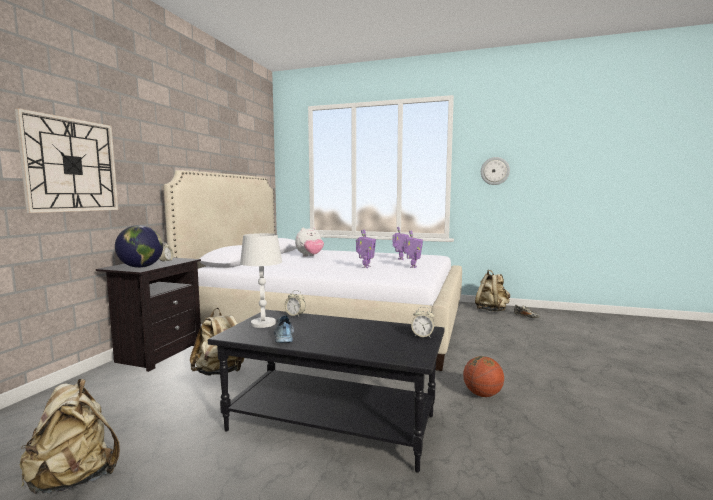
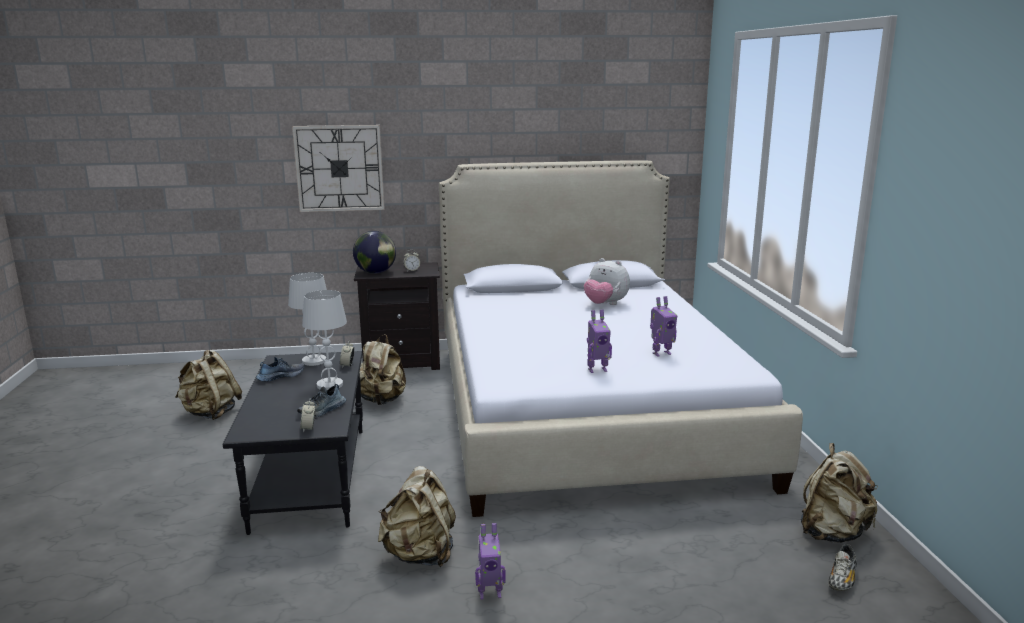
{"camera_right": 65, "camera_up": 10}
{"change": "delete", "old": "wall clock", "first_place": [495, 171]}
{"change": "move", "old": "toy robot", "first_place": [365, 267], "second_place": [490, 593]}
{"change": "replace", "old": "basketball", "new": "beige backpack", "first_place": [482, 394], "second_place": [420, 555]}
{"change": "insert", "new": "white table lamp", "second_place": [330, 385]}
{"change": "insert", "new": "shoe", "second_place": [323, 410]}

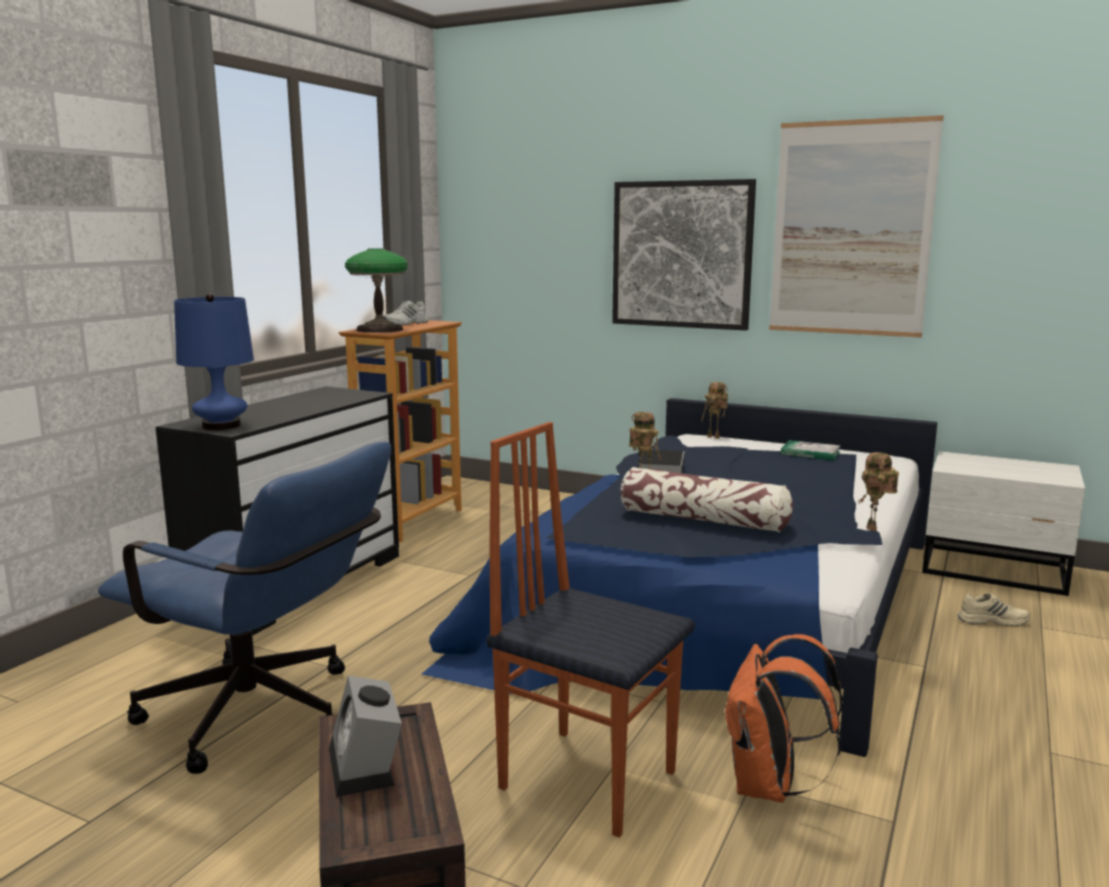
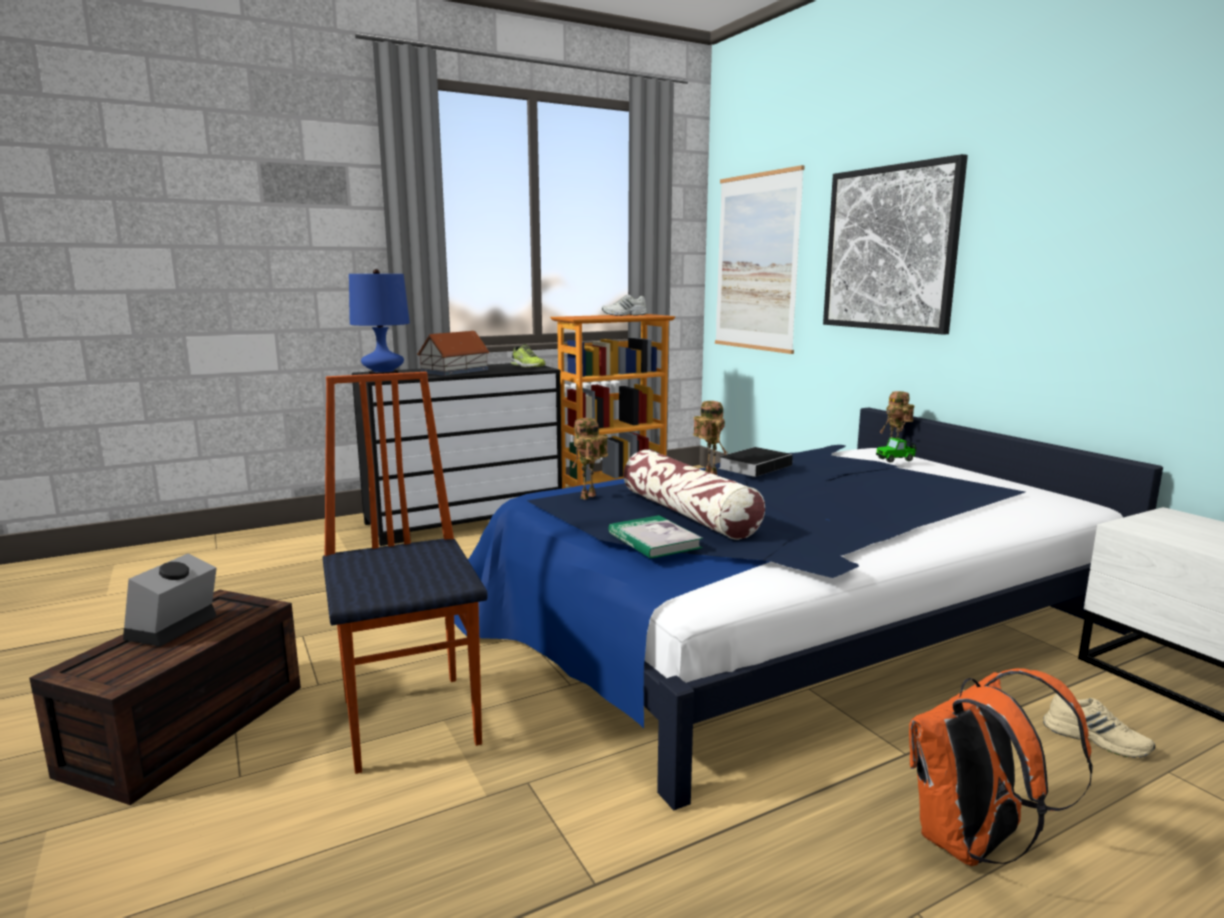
{"camera_right": 35, "camera_up": 0}
{"change": "move", "old": "picture", "first_place": [851, 229], "second_place": [756, 263]}
{"change": "delete", "old": "table lamp", "first_place": [379, 330]}
{"change": "move", "old": "book", "first_place": [810, 453], "second_place": [654, 540]}
{"change": "delete", "old": "blue office chair", "first_place": [264, 717]}
{"change": "move", "old": "toy robot", "first_place": [874, 531], "second_place": [589, 497]}
{"change": "move", "old": "orange backpack", "first_place": [769, 787], "second_place": [972, 844]}
{"change": "insert", "new": "toy house", "second_place": [455, 371]}
{"change": "insert", "new": "shoe", "second_place": [527, 366]}
{"change": "insert", "new": "toy car", "second_place": [896, 459]}

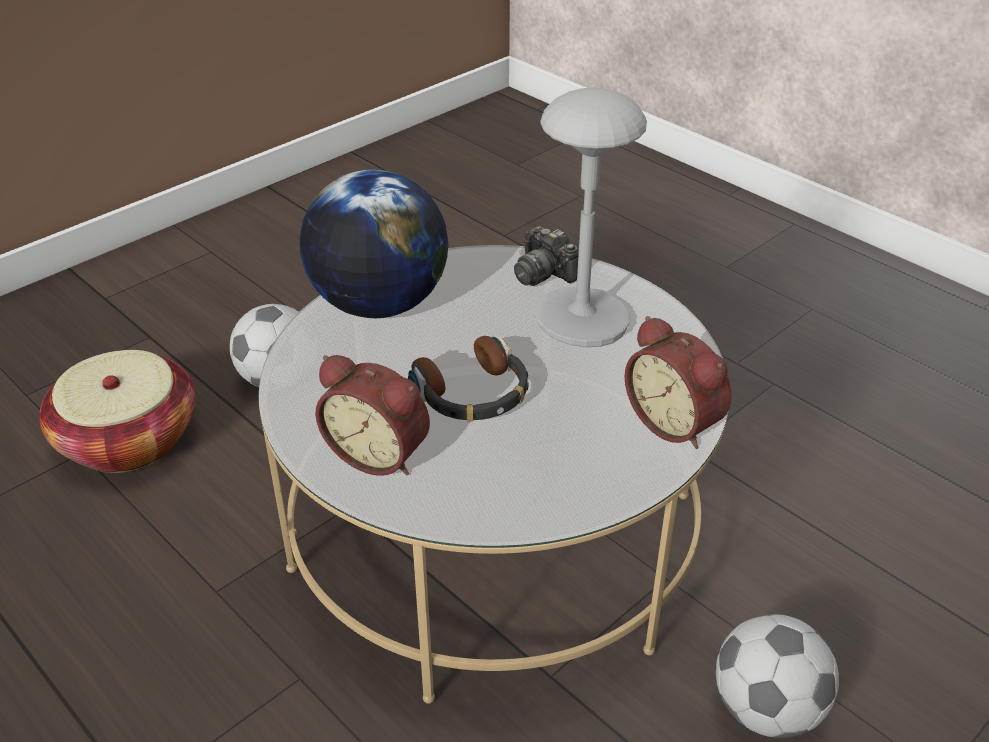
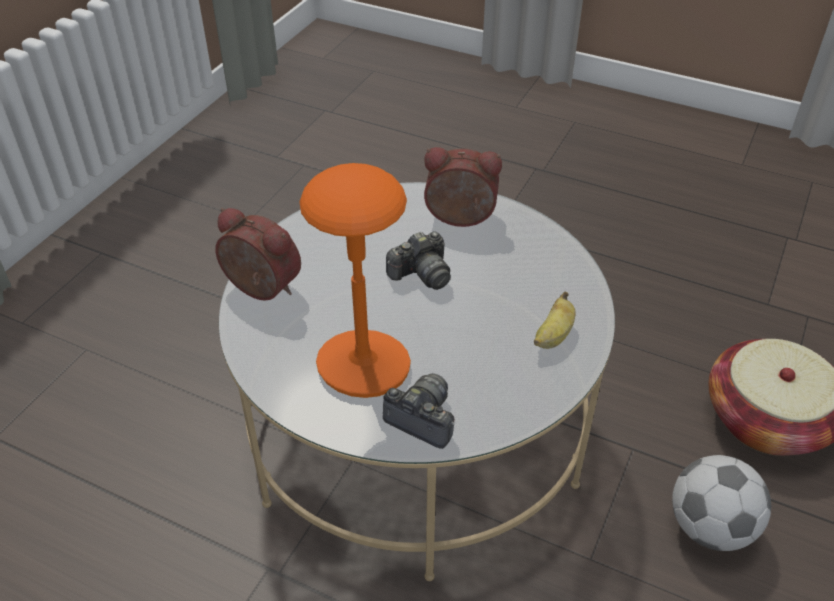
{"camera_right": 160, "camera_up": 5}
{"change": "recolor", "old": "grey table lamp", "new": "orange table lamp", "first_place": [581, 321], "second_place": [363, 367]}
{"change": "replace", "old": "globe", "new": "banana", "first_place": [378, 305], "second_place": [553, 336]}
{"change": "replace", "old": "headphones", "new": "photo camera", "first_place": [473, 394], "second_place": [421, 274]}
{"change": "delete", "old": "football", "first_place": [767, 709]}

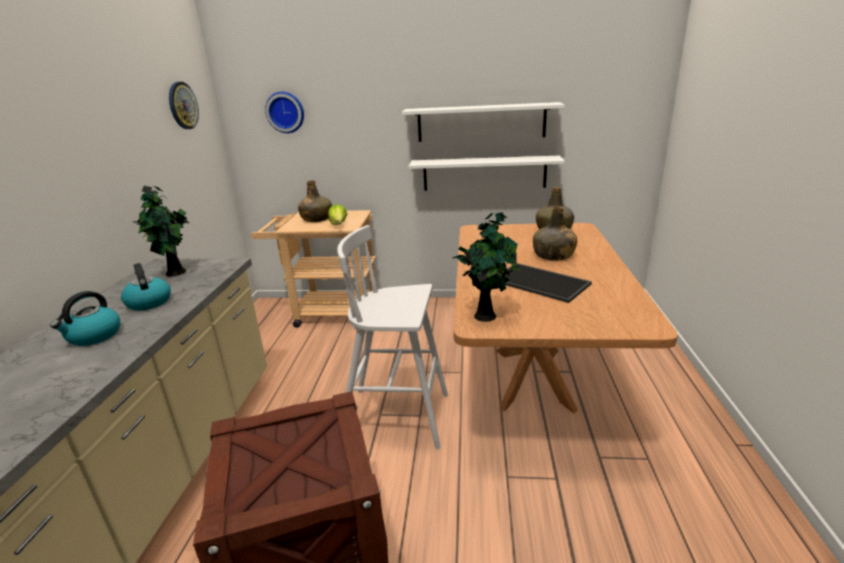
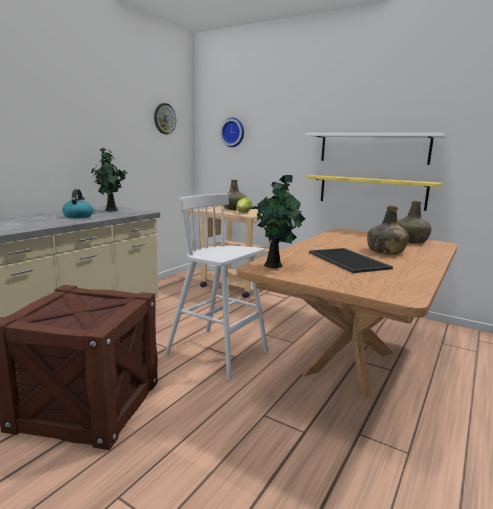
{"camera_right": 25, "camera_up": -10}
{"change": "recolor", "old": "white shelf", "new": "yellow shelf", "first_place": [484, 173], "second_place": [371, 192]}
{"change": "delete", "old": "kettle", "first_place": [94, 336]}

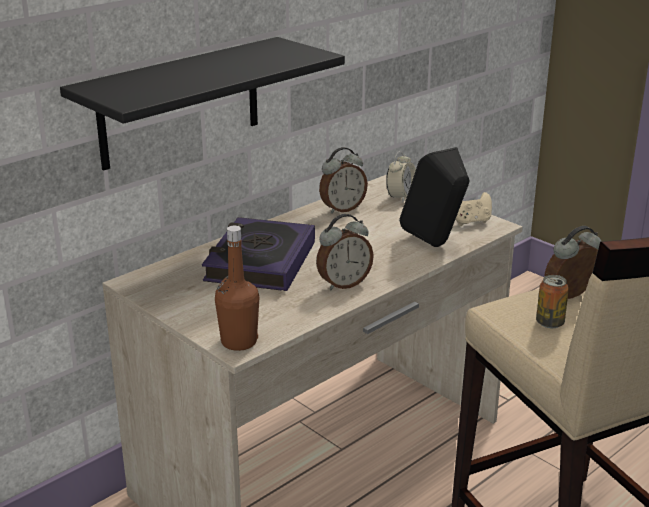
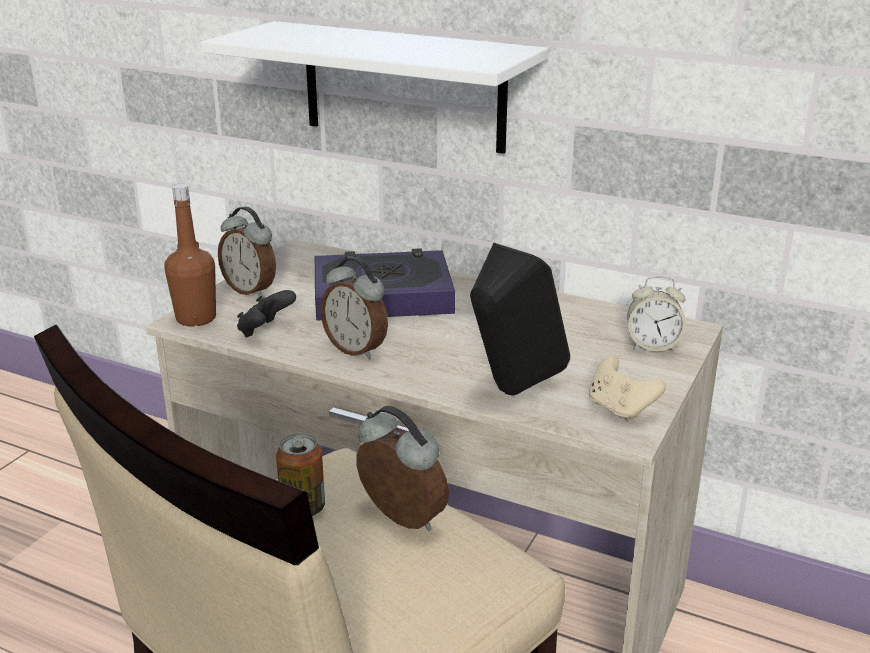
{"camera_right": 70, "camera_up": 0}
{"change": "recolor", "old": "black shelf", "new": "white shelf", "first_place": [180, 103], "second_place": [403, 87]}
{"change": "move", "old": "alarm clock", "first_place": [342, 209], "second_place": [251, 290]}
{"change": "insert", "new": "black game controller", "second_place": [265, 331]}

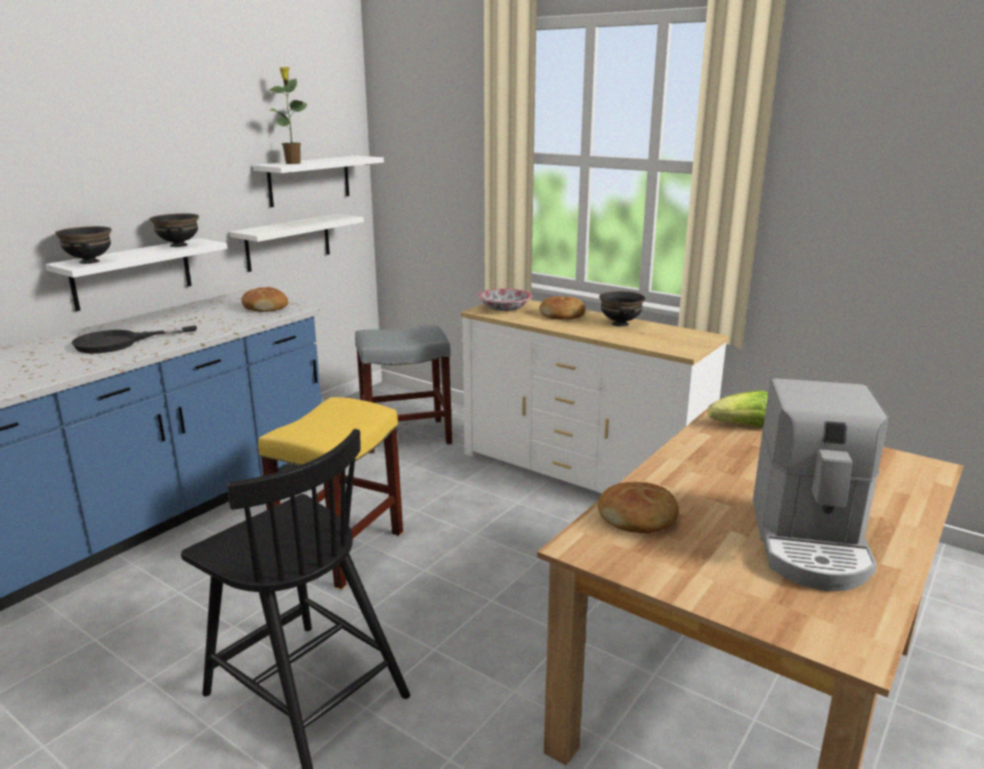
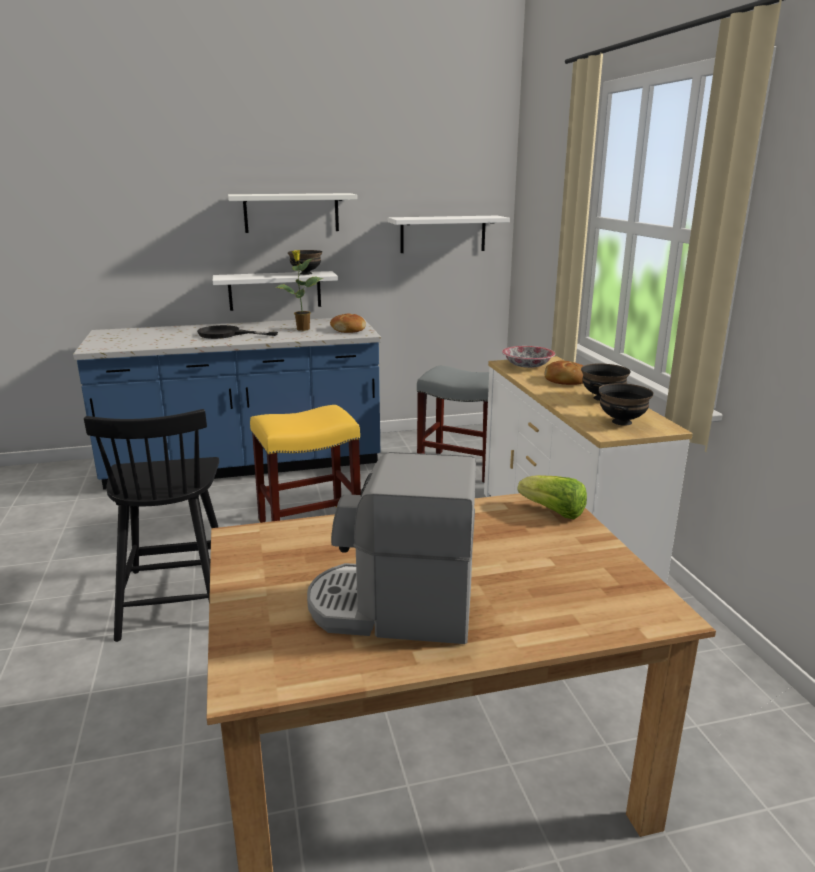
{"camera_right": 40, "camera_up": 0}
{"change": "move", "old": "potted plant", "first_place": [293, 163], "second_place": [302, 329]}
{"change": "move", "old": "white shelf", "first_place": [288, 242], "second_place": [291, 213]}
{"change": "move", "old": "black bowl", "first_place": [89, 262], "second_place": [621, 422]}
{"change": "rotate", "old": "coffee machine", "first_place": [809, 542], "second_place": [392, 609], "degrees": 45}
{"change": "delete", "old": "bread", "first_place": [638, 518]}

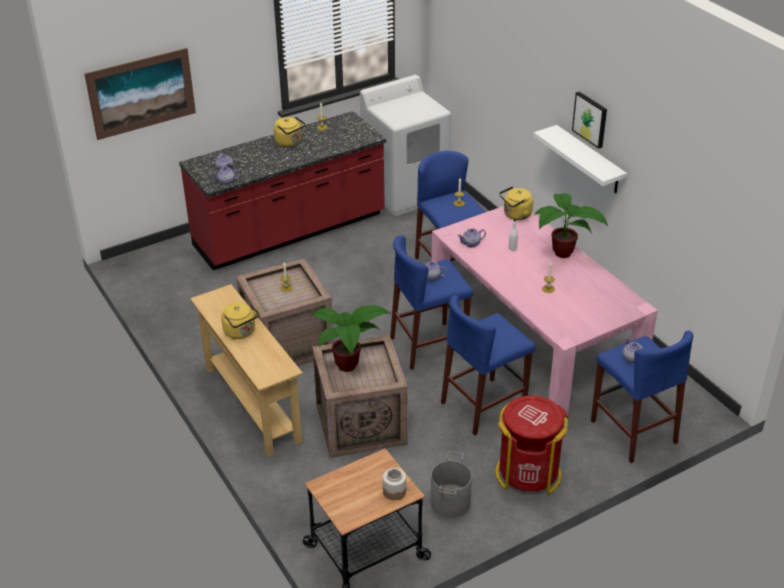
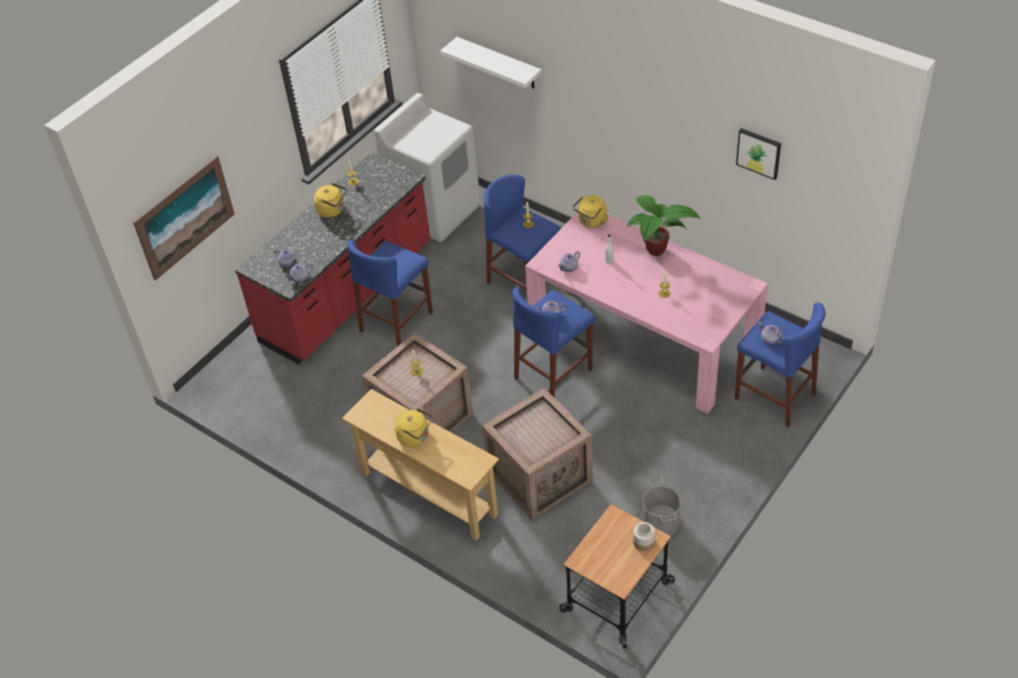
{"camera_right": -20, "camera_up": 10}
{"change": "move", "old": "picture", "first_place": [590, 119], "second_place": [759, 152]}
{"change": "move", "old": "white shelf", "first_place": [589, 160], "second_place": [499, 63]}
{"change": "move", "old": "blue stool", "first_place": [483, 405], "second_place": [396, 322]}
{"change": "delete", "old": "potted plant", "first_place": [348, 368]}
{"change": "delete", "old": "red trash can", "first_place": [528, 473]}

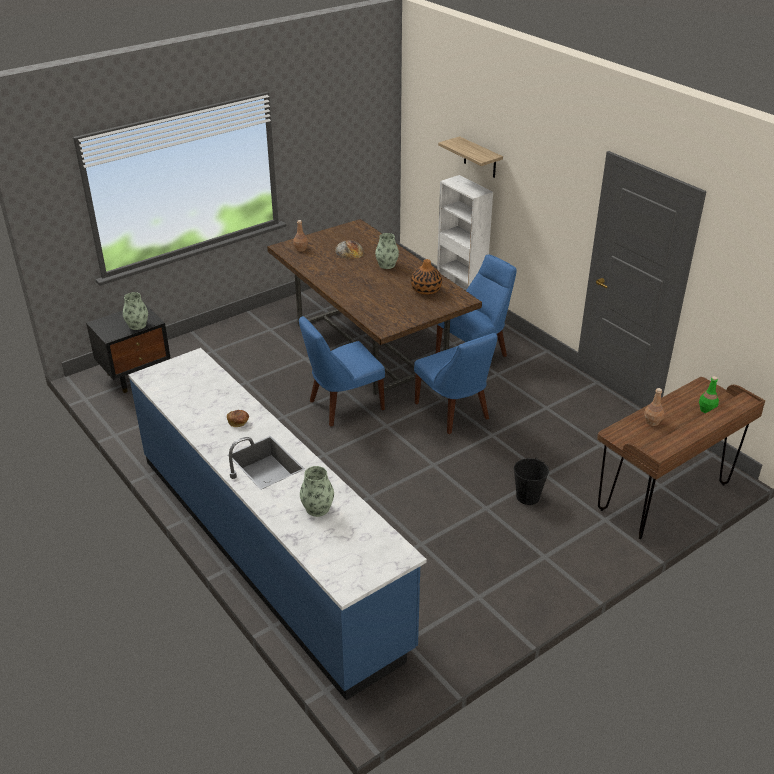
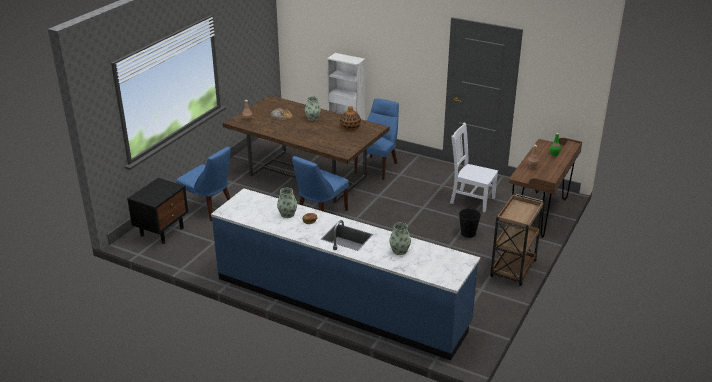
{"camera_right": -25, "camera_up": -5}
{"change": "delete", "old": "shelf", "first_place": [480, 158]}
{"change": "move", "old": "vase", "first_place": [137, 325], "second_place": [287, 214]}
{"change": "move", "old": "blue chair", "first_place": [454, 412], "second_place": [209, 208]}
{"change": "insert", "new": "white chair", "second_place": [470, 200]}
{"change": "insert", "new": "brown cart", "second_place": [513, 269]}

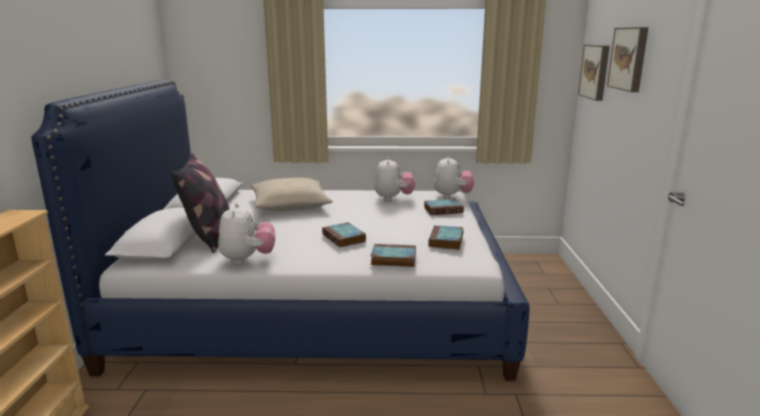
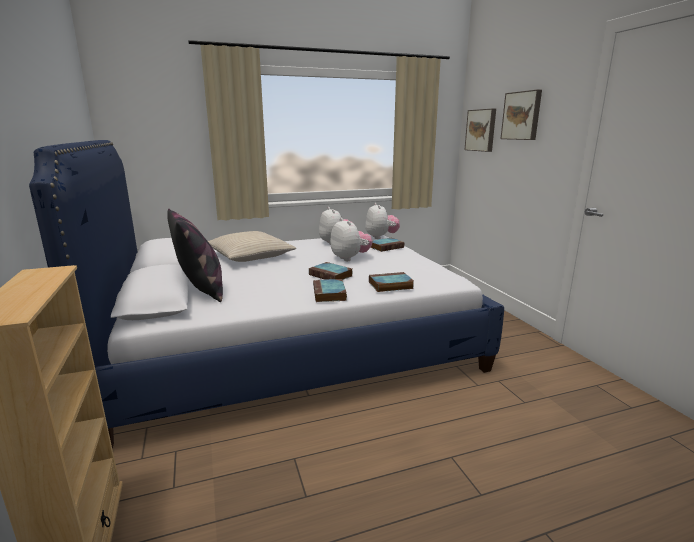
{"camera_right": -20, "camera_up": 0}
{"change": "move", "old": "plush toy", "first_place": [247, 259], "second_place": [350, 258]}
{"change": "move", "old": "book", "first_place": [446, 241], "second_place": [329, 294]}

